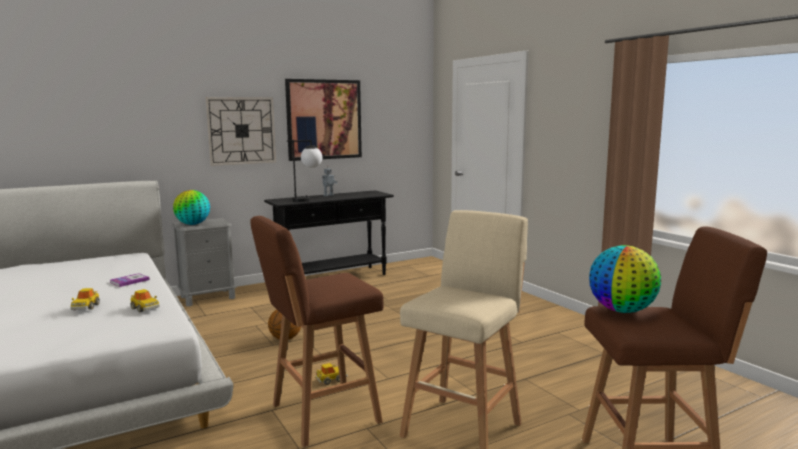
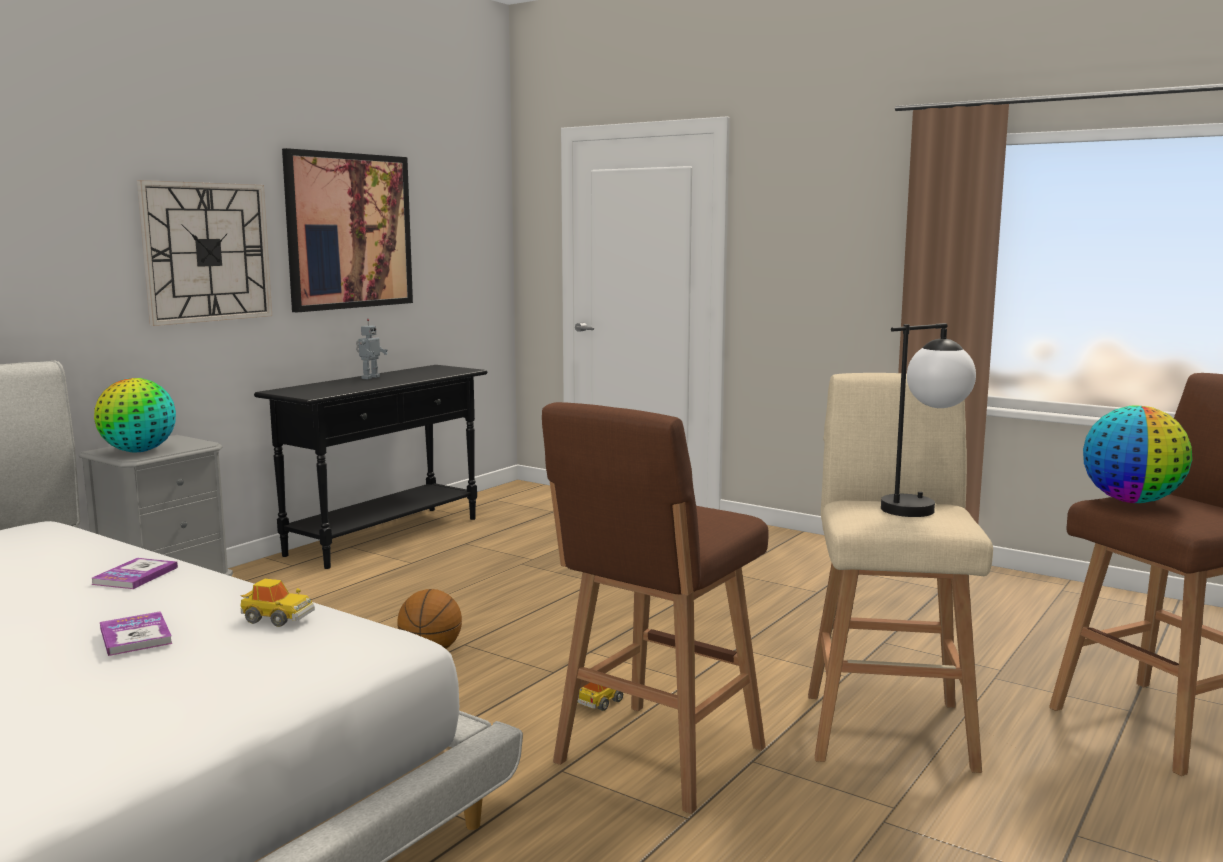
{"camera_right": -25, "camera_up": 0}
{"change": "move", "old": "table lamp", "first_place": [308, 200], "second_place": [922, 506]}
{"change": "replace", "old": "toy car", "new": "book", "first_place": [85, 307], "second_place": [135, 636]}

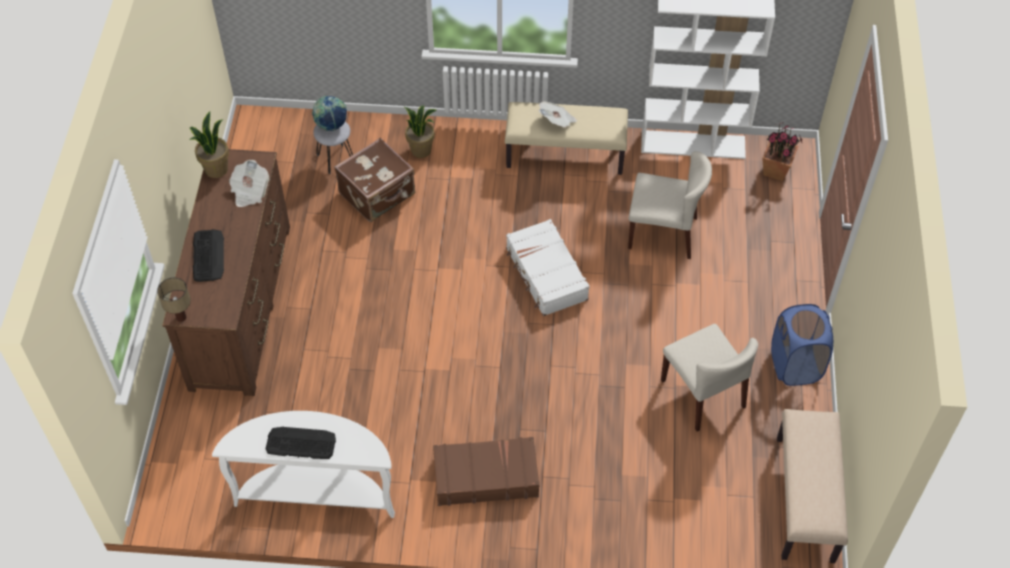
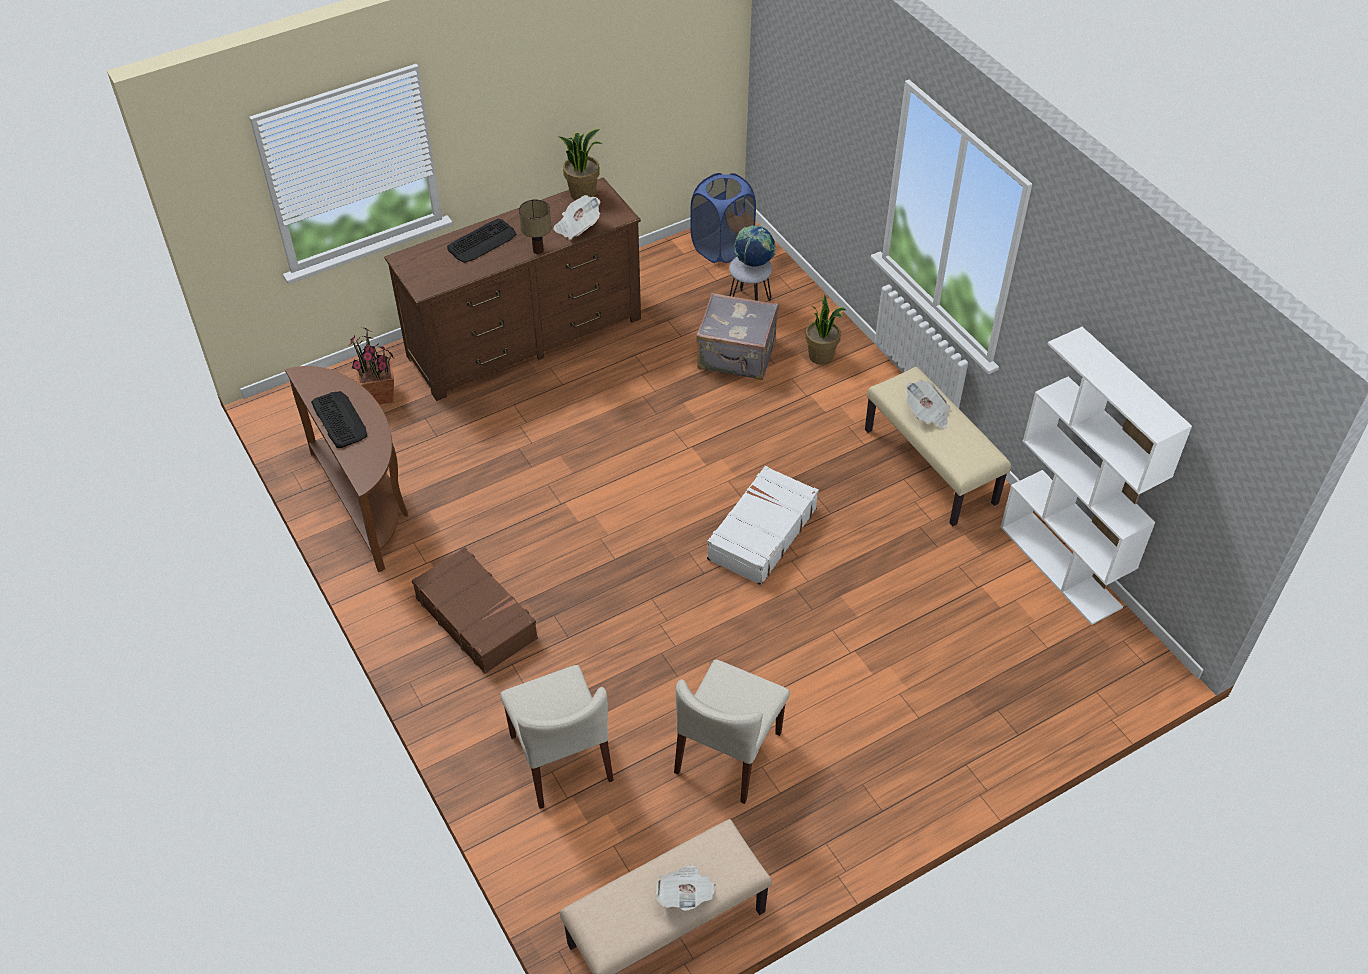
{"camera_right": 55, "camera_up": -5}
{"change": "move", "old": "potted plant", "first_place": [776, 171], "second_place": [380, 395]}
{"change": "recolor", "old": "brown suitcase", "new": "grey suitcase", "first_place": [378, 194], "second_place": [736, 356]}
{"change": "move", "old": "beige chair", "first_place": [663, 233], "second_place": [561, 758]}
{"change": "move", "old": "table lamp", "first_place": [181, 317], "second_place": [539, 250]}
{"change": "move", "old": "blue laundry basket", "first_place": [795, 365], "second_place": [722, 247]}
{"change": "recolor", "old": "white console table", "new": "brown console table", "first_place": [317, 492], "second_place": [366, 501]}
{"change": "insert", "new": "newspaper", "second_place": [685, 894]}

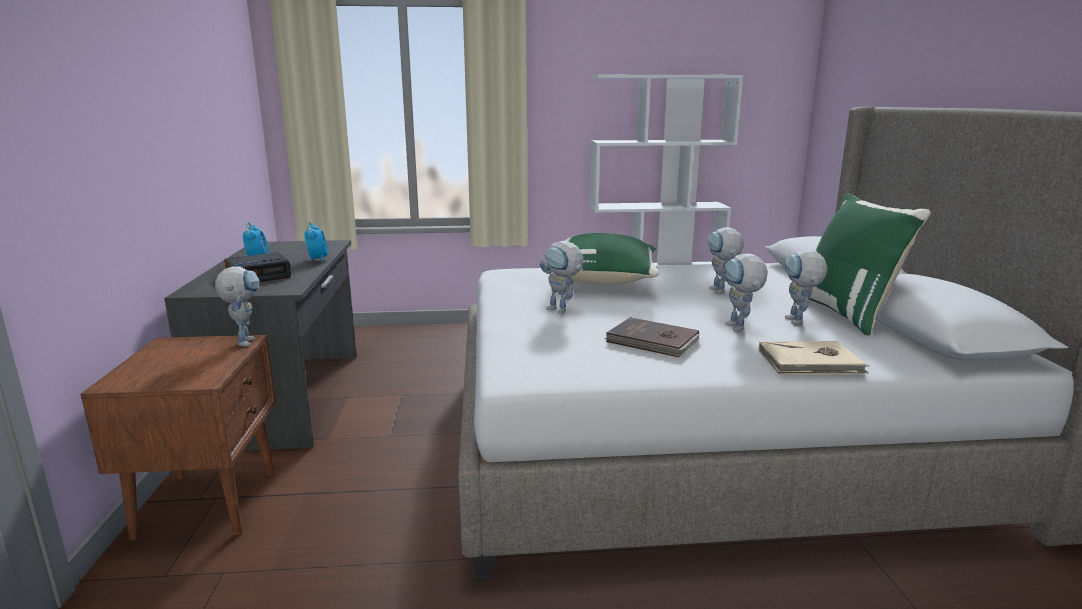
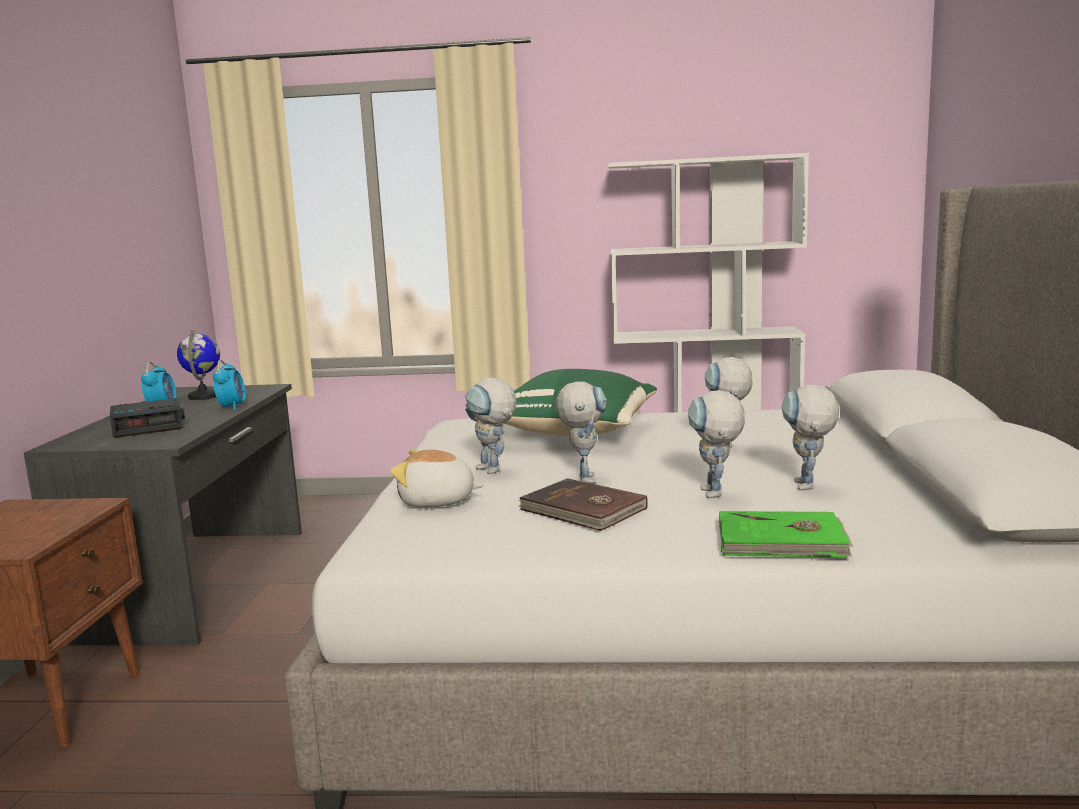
{"camera_right": 10, "camera_up": -5}
{"change": "delete", "old": "green pillow", "first_place": [849, 313]}
{"change": "move", "old": "toy robot", "first_place": [245, 340], "second_place": [583, 477]}
{"change": "recolor", "old": "beige book", "new": "green book", "first_place": [811, 363], "second_place": [782, 541]}
{"change": "insert", "new": "globe", "second_place": [204, 396]}
{"change": "insert", "new": "plush toy", "second_place": [437, 502]}

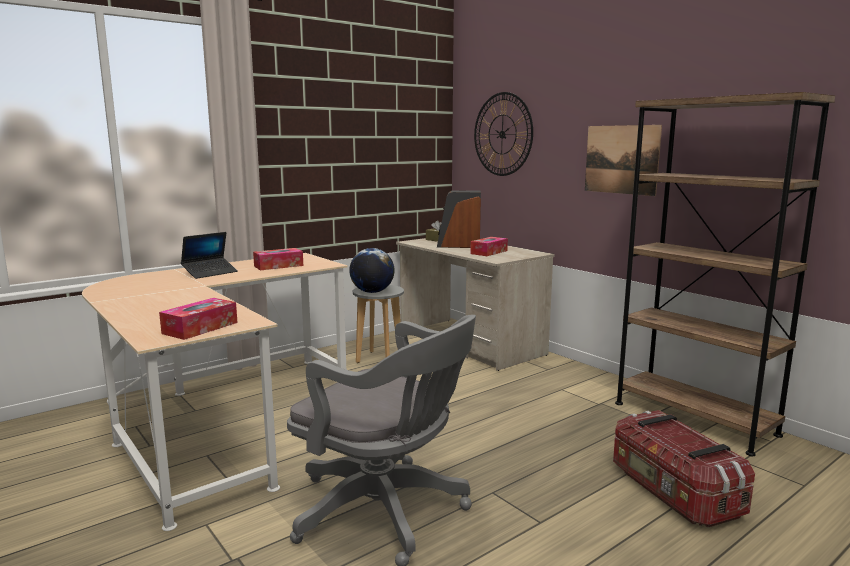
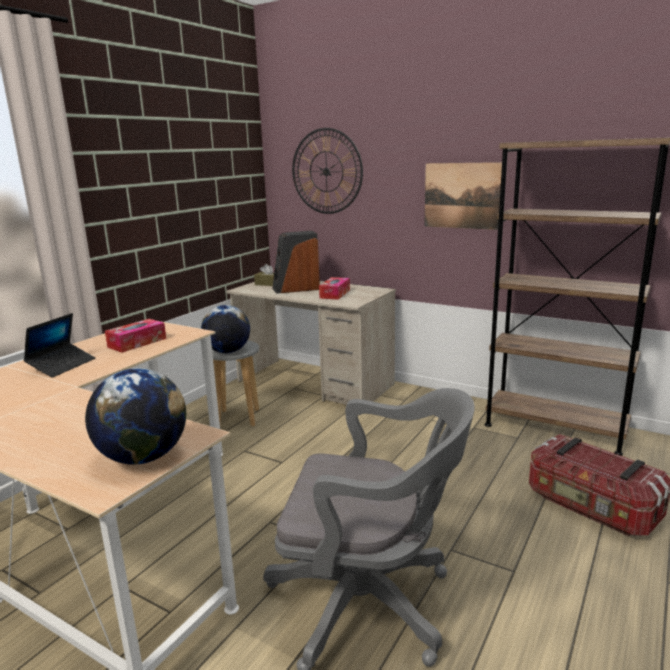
{"camera_right": -20, "camera_up": 5}
{"change": "replace", "old": "tissue box", "new": "globe", "first_place": [200, 328], "second_place": [143, 457]}

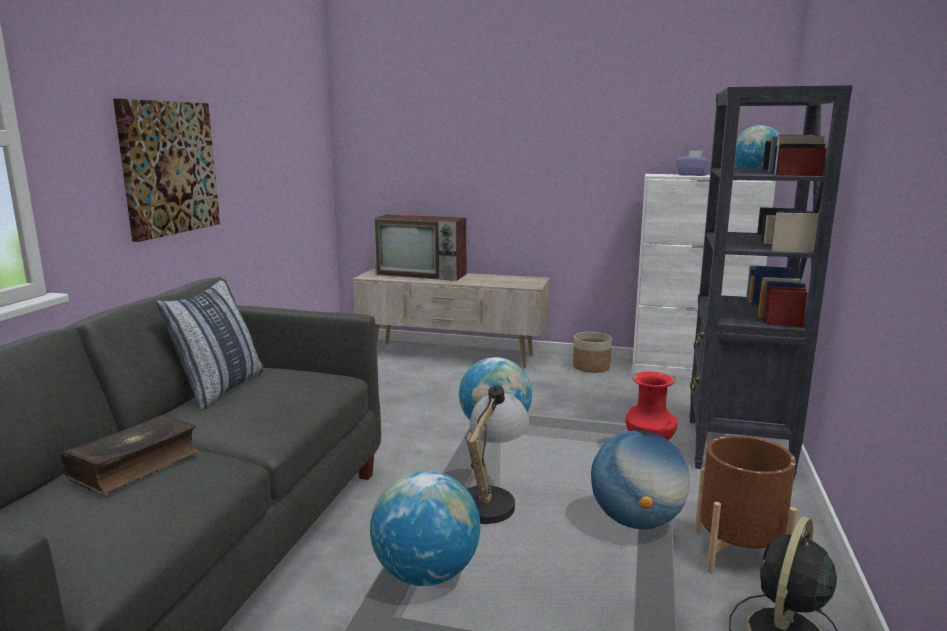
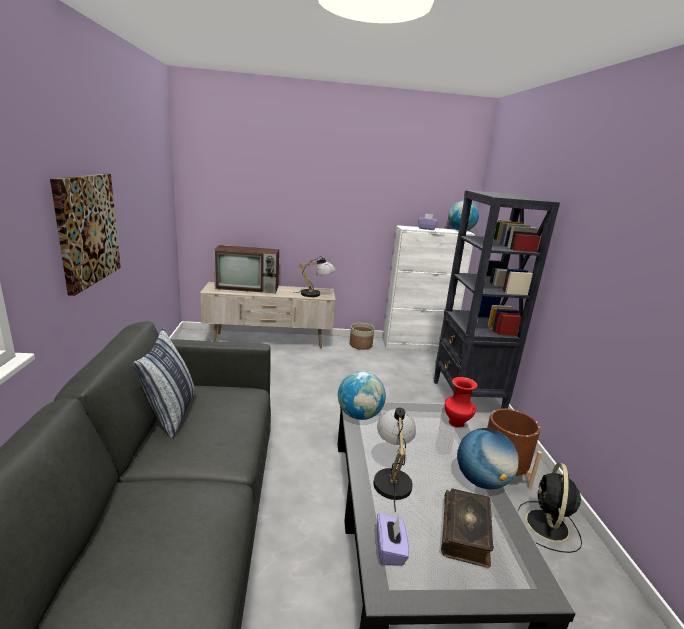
{"camera_right": -20, "camera_up": 5}
{"change": "move", "old": "book", "first_place": [136, 466], "second_place": [466, 533]}
{"change": "replace", "old": "globe", "new": "purple tissue box", "first_place": [426, 574], "second_place": [390, 550]}
{"change": "insert", "new": "table lamp", "second_place": [316, 294]}

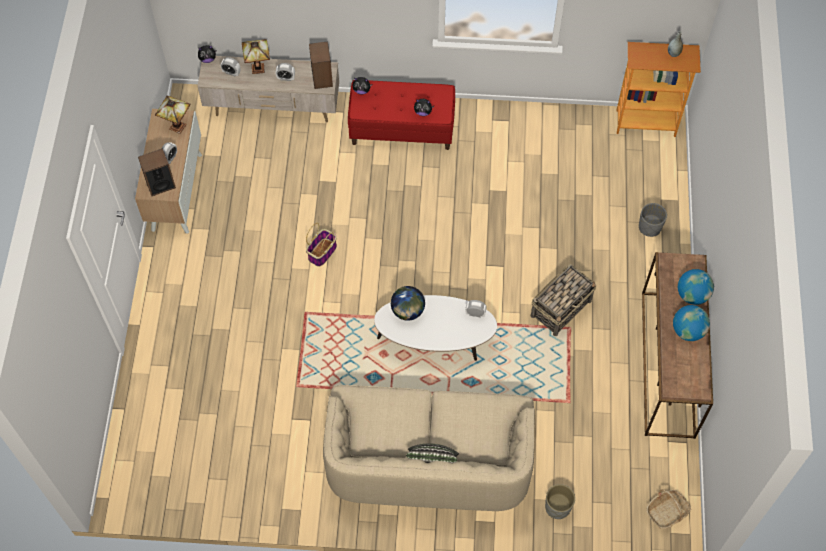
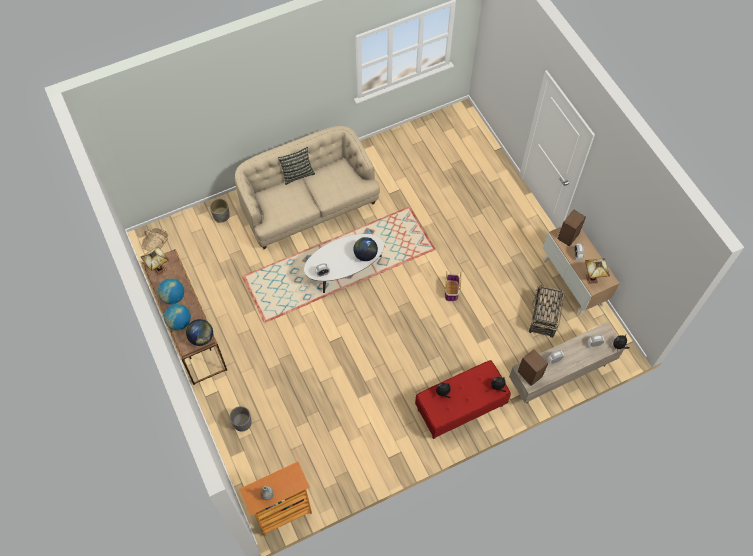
{"camera_right": 150, "camera_up": 0}
{"change": "move", "old": "table lamp", "first_place": [259, 68], "second_place": [159, 270]}
{"change": "move", "old": "basket", "first_place": [561, 308], "second_place": [543, 317]}
{"change": "insert", "new": "globe", "second_place": [202, 338]}

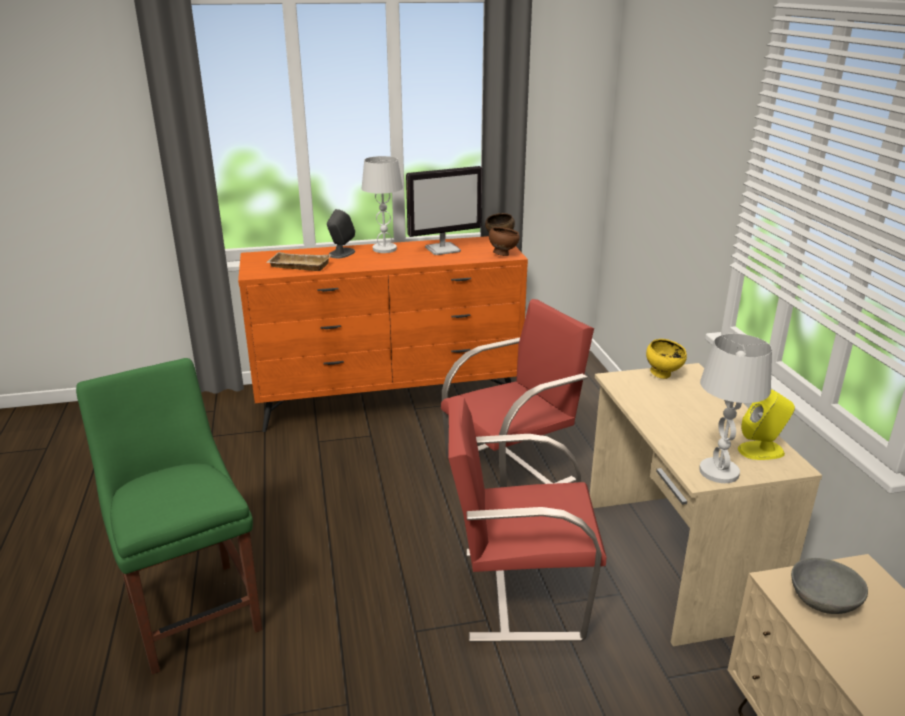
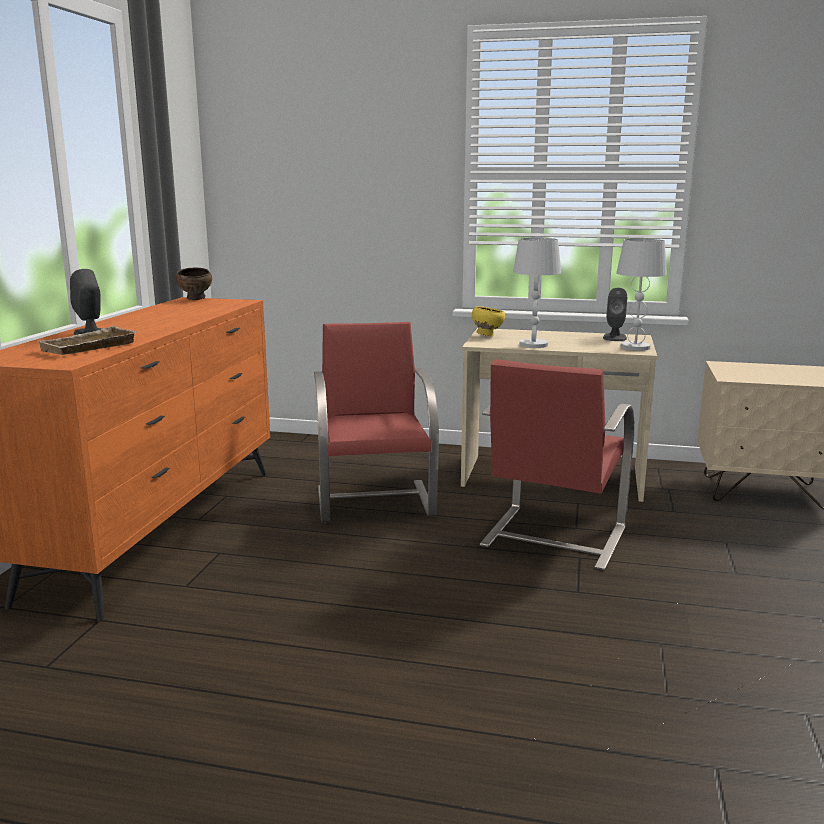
{"camera_right": -65, "camera_up": -10}
{"change": "move", "old": "white table lamp", "first_place": [384, 249], "second_place": [533, 345]}
{"change": "delete", "old": "monitor", "first_place": [443, 249]}
{"change": "delete", "old": "brown bowl", "first_place": [503, 254]}
{"change": "delete", "old": "green chair", "first_place": [192, 609]}
{"change": "recolor", "old": "yellow speaker", "new": "grey speaker", "first_place": [761, 450], "second_place": [614, 337]}
{"change": "delete", "old": "grey bowl", "first_place": [823, 600]}

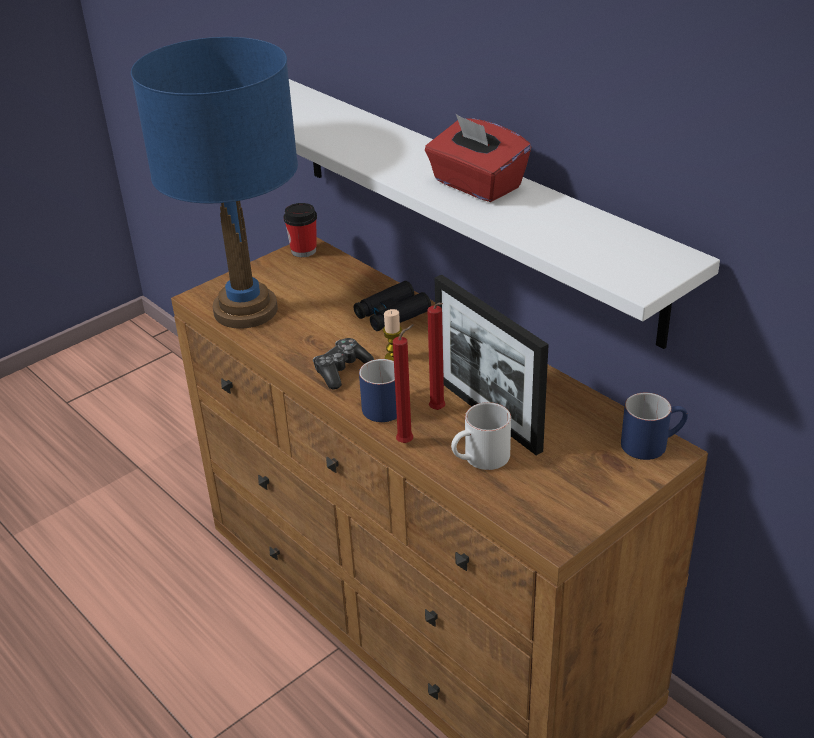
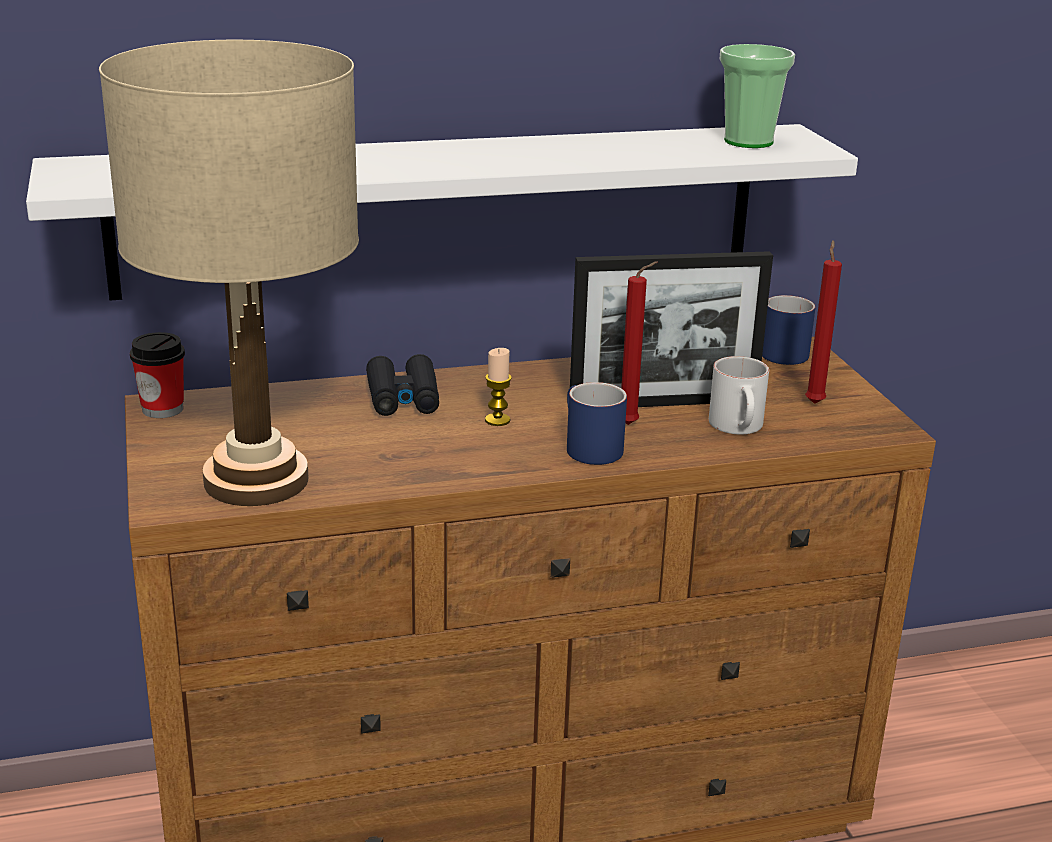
{"camera_right": -65, "camera_up": -10}
{"change": "recolor", "old": "blue table lamp", "new": "beige table lamp", "first_place": [245, 311], "second_place": [256, 481]}
{"change": "delete", "old": "red tissue box", "first_place": [476, 185]}
{"change": "move", "old": "red candle", "first_place": [407, 442], "second_place": [814, 402]}
{"change": "delete", "old": "game controller", "first_place": [341, 370]}
{"change": "insert", "new": "cup", "second_place": [748, 141]}

